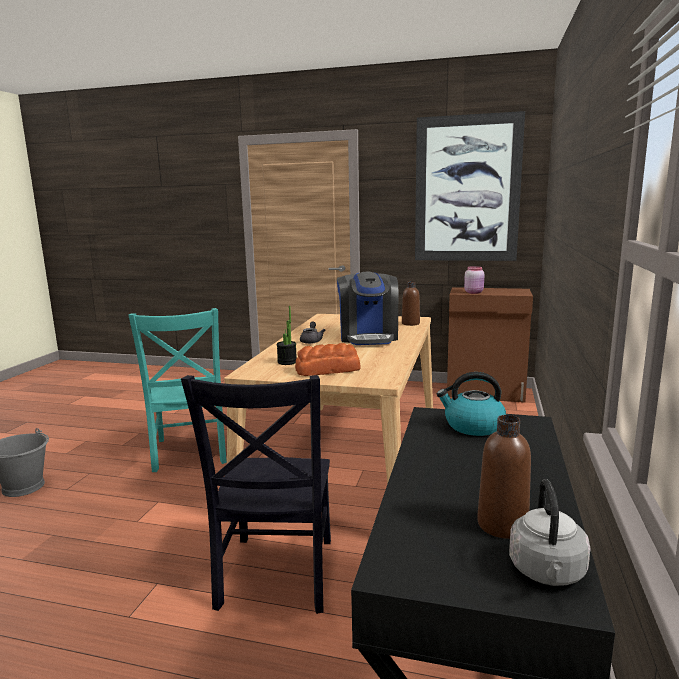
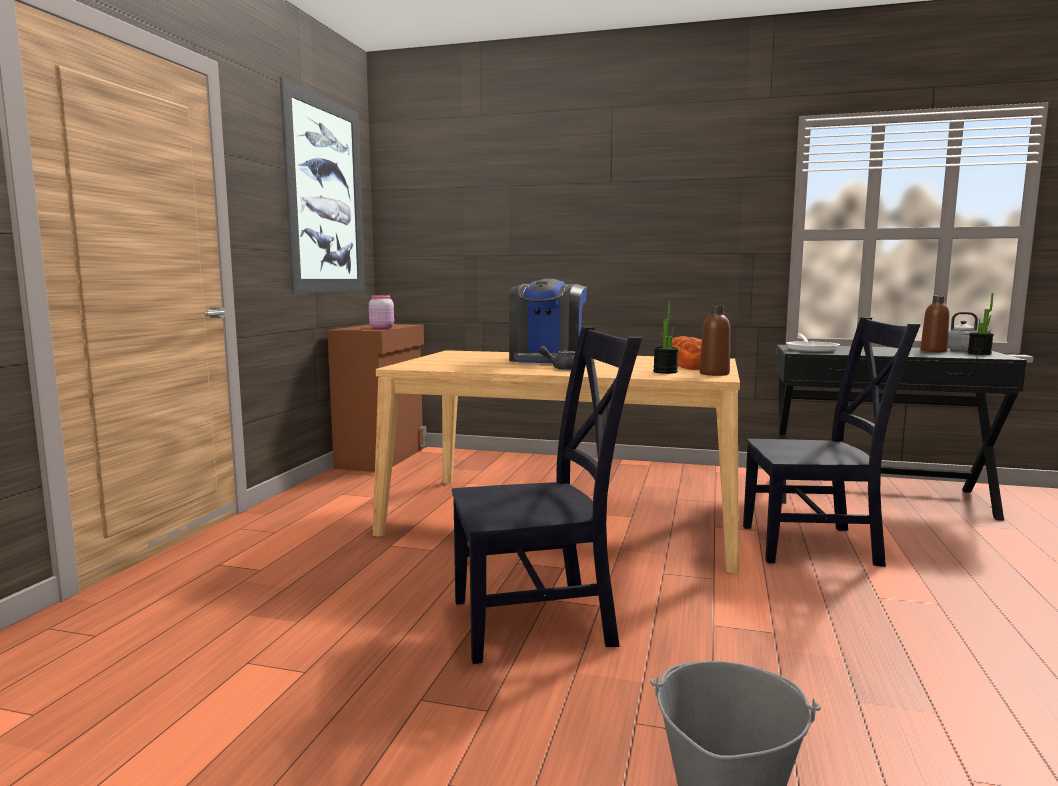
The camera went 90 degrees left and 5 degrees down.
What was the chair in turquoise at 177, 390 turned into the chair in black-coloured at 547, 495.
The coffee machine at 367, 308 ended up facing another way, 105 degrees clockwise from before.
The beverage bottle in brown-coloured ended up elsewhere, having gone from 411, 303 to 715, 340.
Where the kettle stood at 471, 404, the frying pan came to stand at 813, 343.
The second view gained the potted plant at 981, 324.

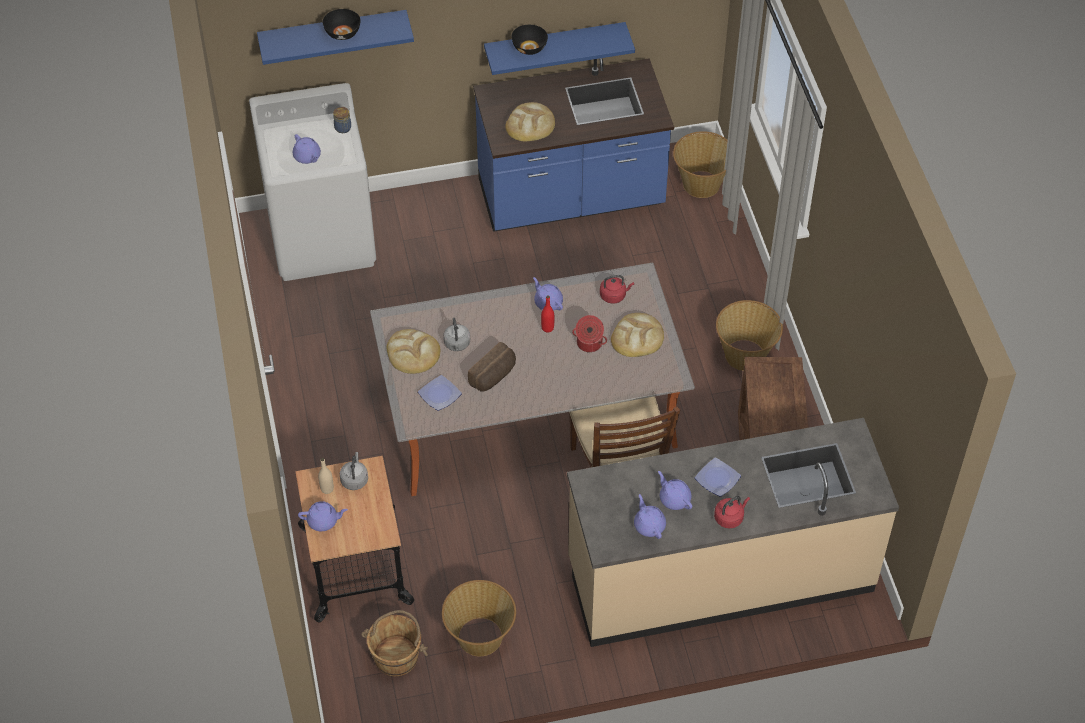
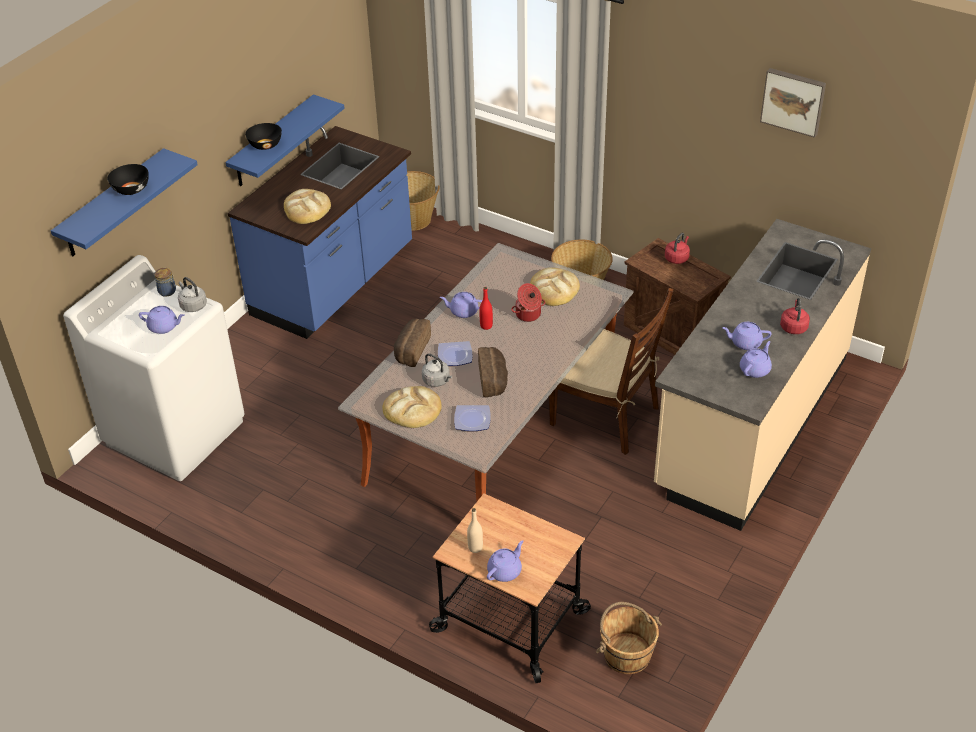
The camera went 45 degrees left and 10 degrees down.
The kettle in greyish ended up elsewhere, having gone from 354, 471 to 192, 294.
The second view gained the baked bread at 412, 343.
The flat dish ended up elsewhere, having gone from 718, 477 to 455, 353.
The kettle in red ended up elsewhere, having gone from 617, 289 to 677, 248.
The pot for tea in purplish at 650, 516 ended up facing another way, 105 degrees clockwise from before.
The second view gained the wall picture at 793, 103.
The second view lost the basket at 479, 618.

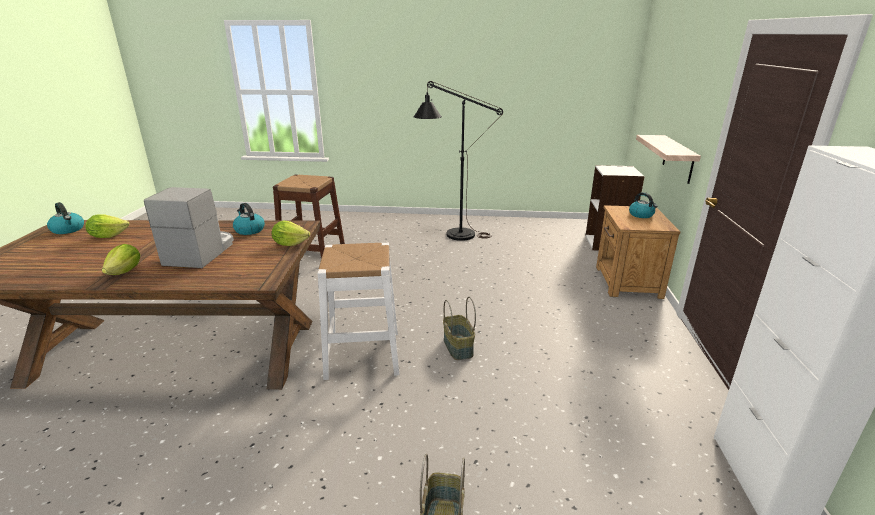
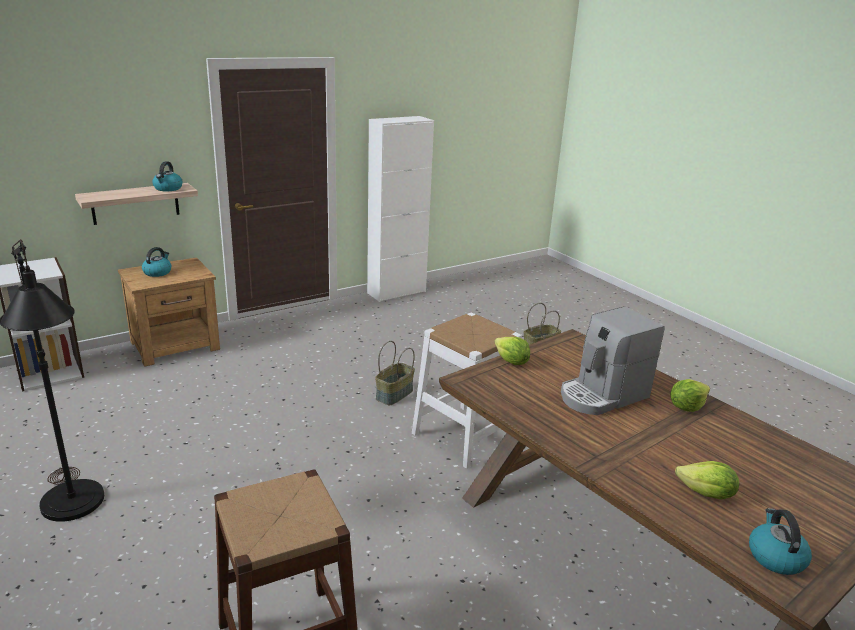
The camera went 130 degrees left and 0 degrees up.
The kettle ended up elsewhere, having gone from 249, 219 to 167, 176.

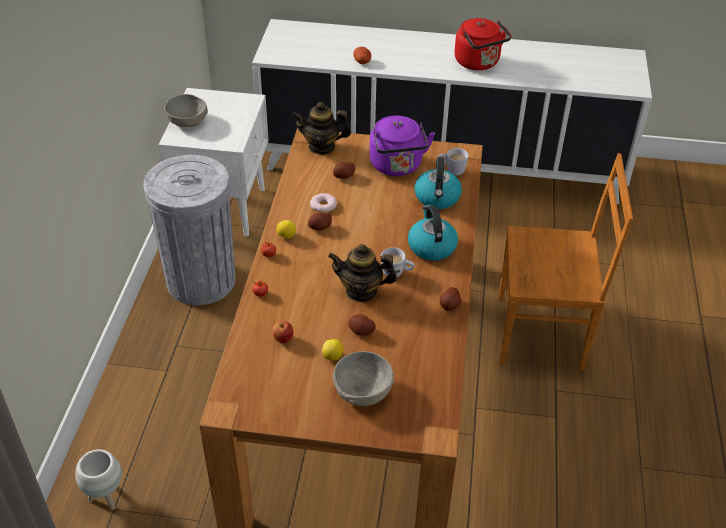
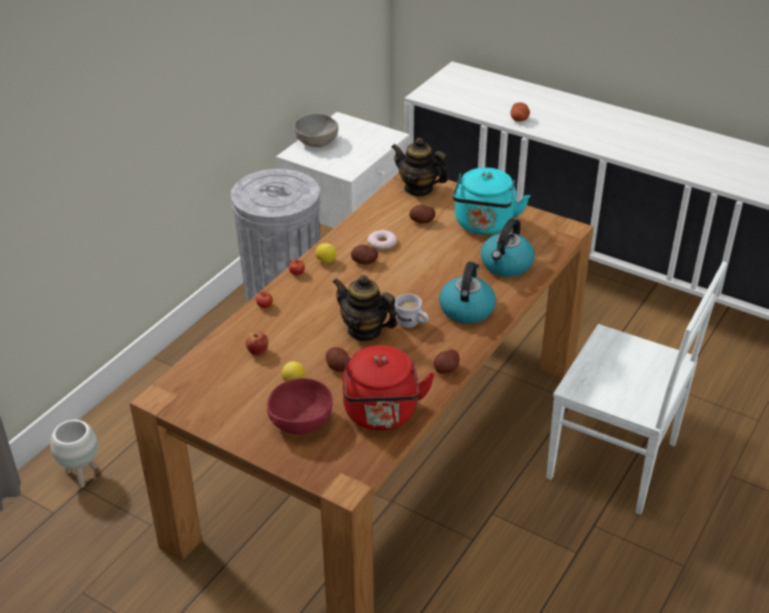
The camera went 25 degrees right and 5 degrees down.
What was the deep dish in greyish at 363, 378 turned into the deep dish in red at 300, 406.
The kettle in red ended up elsewhere, having gone from 483, 44 to 389, 388.
What was the kettle in purplish at 402, 145 turned into the kettle in turquoise at 491, 201.
What was the chair in brown-coloured at 566, 261 turned into the chair in white at 636, 388.
The second view lost the mug in white at 453, 161.

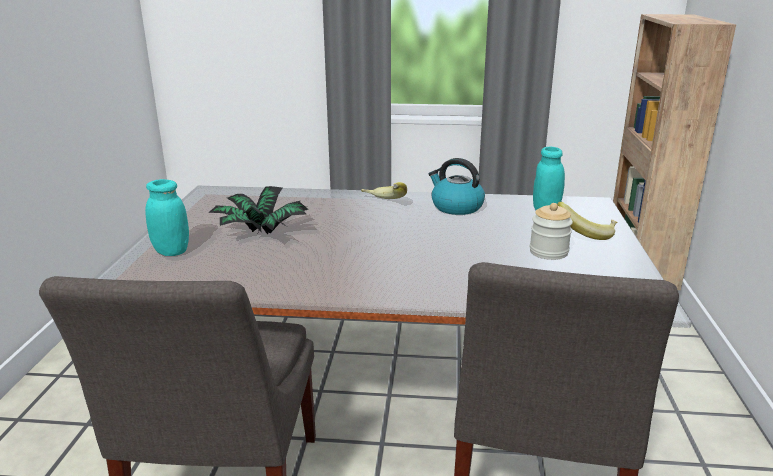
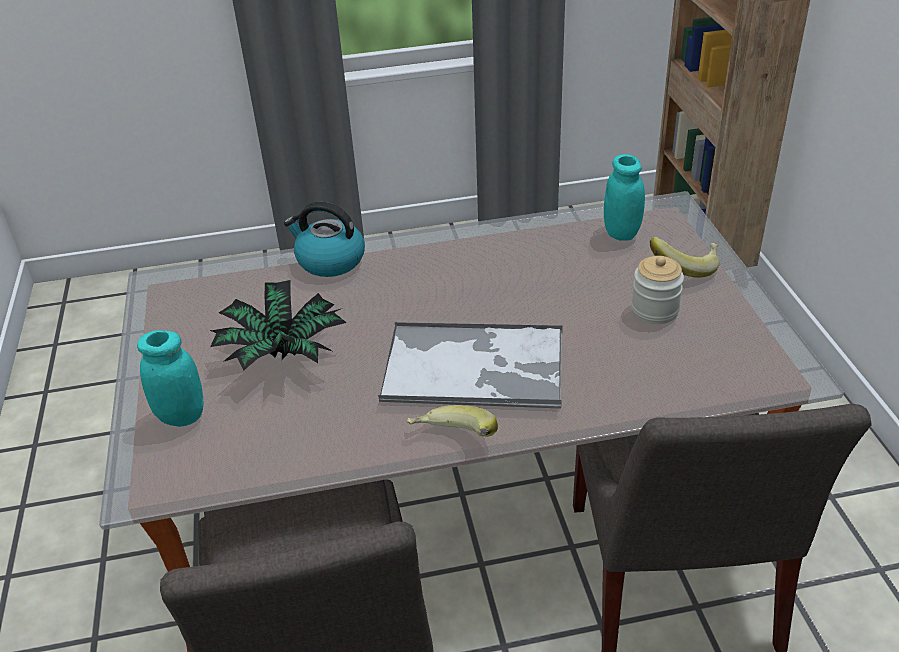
The camera went 15 degrees left and 15 degrees up.
The kettle ended up elsewhere, having gone from 456, 186 to 324, 239.
The second view gained the tray at 470, 365.
The whole banana ended up elsewhere, having gone from 384, 190 to 452, 421.

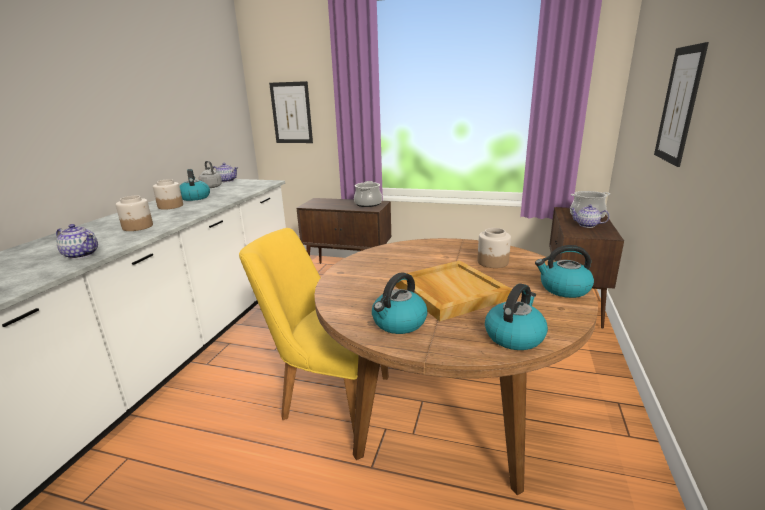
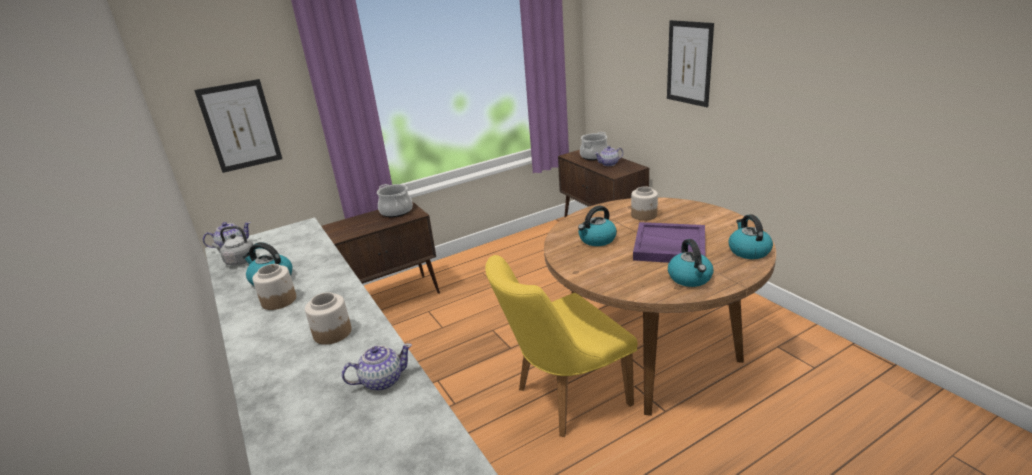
The camera went 45 degrees left and 5 degrees up.
The kettle ended up elsewhere, having gone from 564, 271 to 597, 226.
What was the tray in beige-coloured at 453, 290 turned into the tray in purplish at 669, 242.

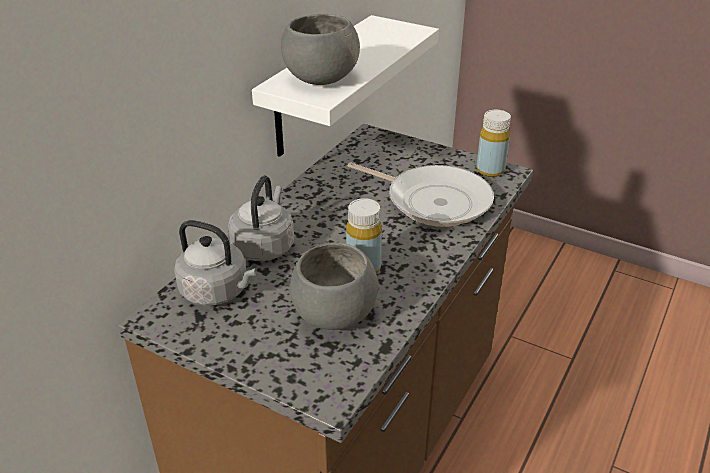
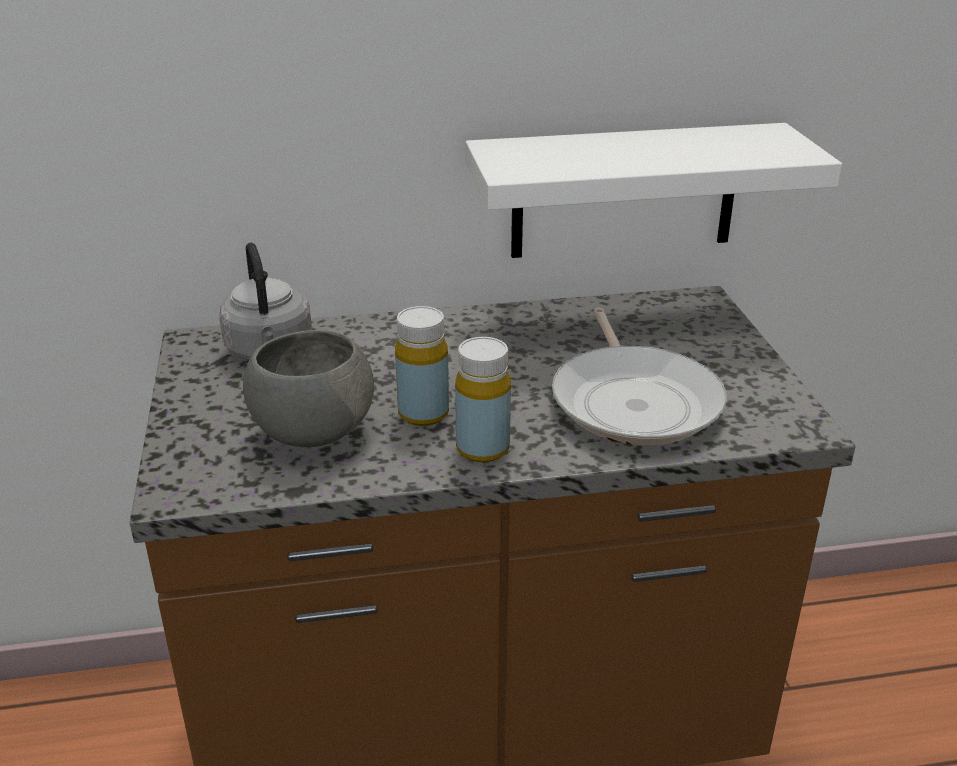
The camera went 50 degrees right and 5 degrees down.
The beverage bottle in yellowish ended up elsewhere, having gone from 493, 143 to 483, 399.
The second view lost the kettle in greyish at 261, 218.
The second view lost the deep dish in greyish at 320, 49.

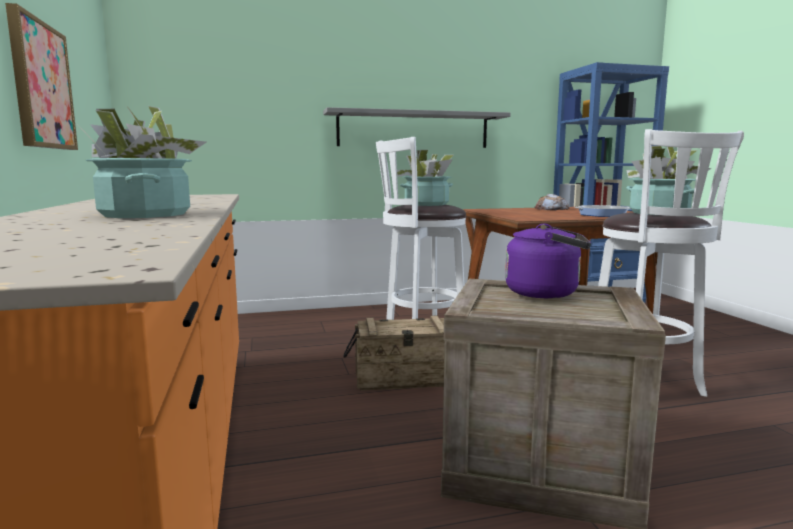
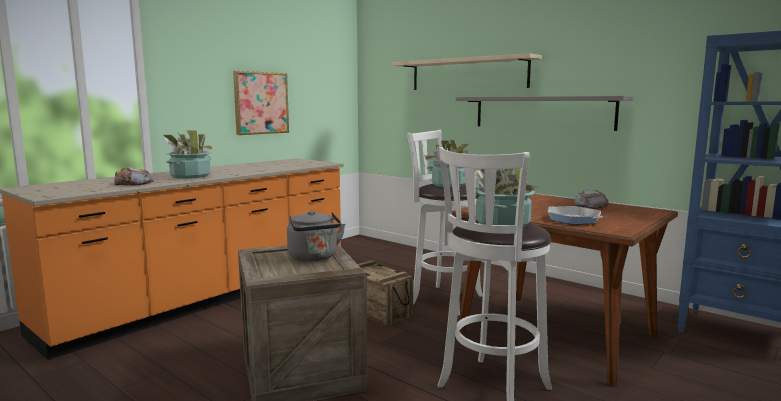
The camera went 55 degrees right and 0 degrees up.
The second view gained the baked bread at 134, 176.
What was the kettle in purplish at 548, 261 turned into the kettle in greyish at 316, 236.
The second view gained the shelf in beige-coloured at 467, 71.

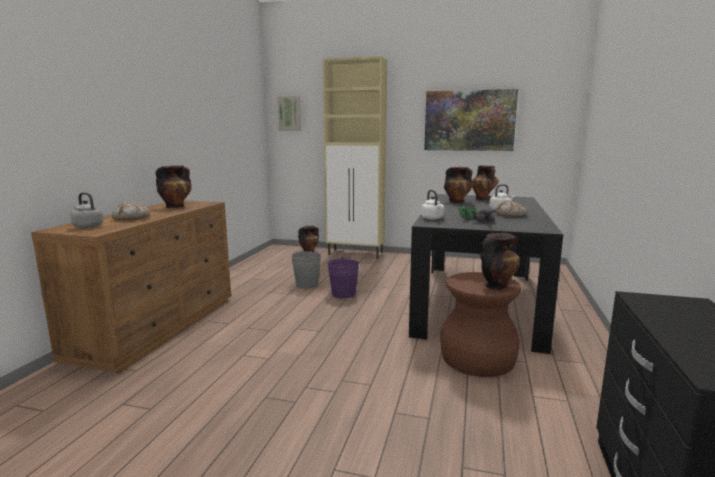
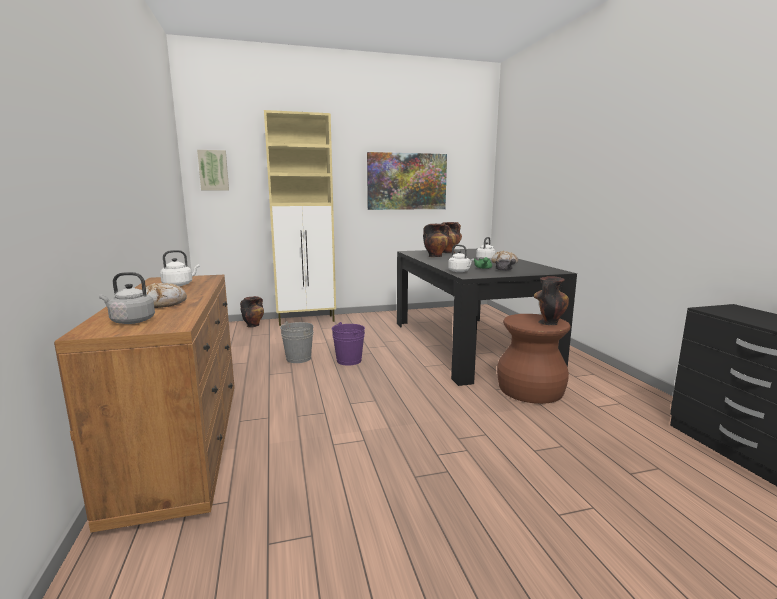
The camera went 30 degrees left and 0 degrees up.
Where the decorative vase stood at 174, 186, the kettle in white came to stand at 180, 268.

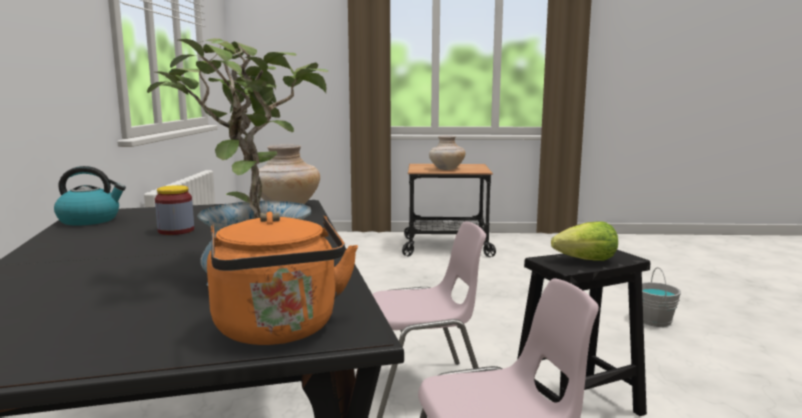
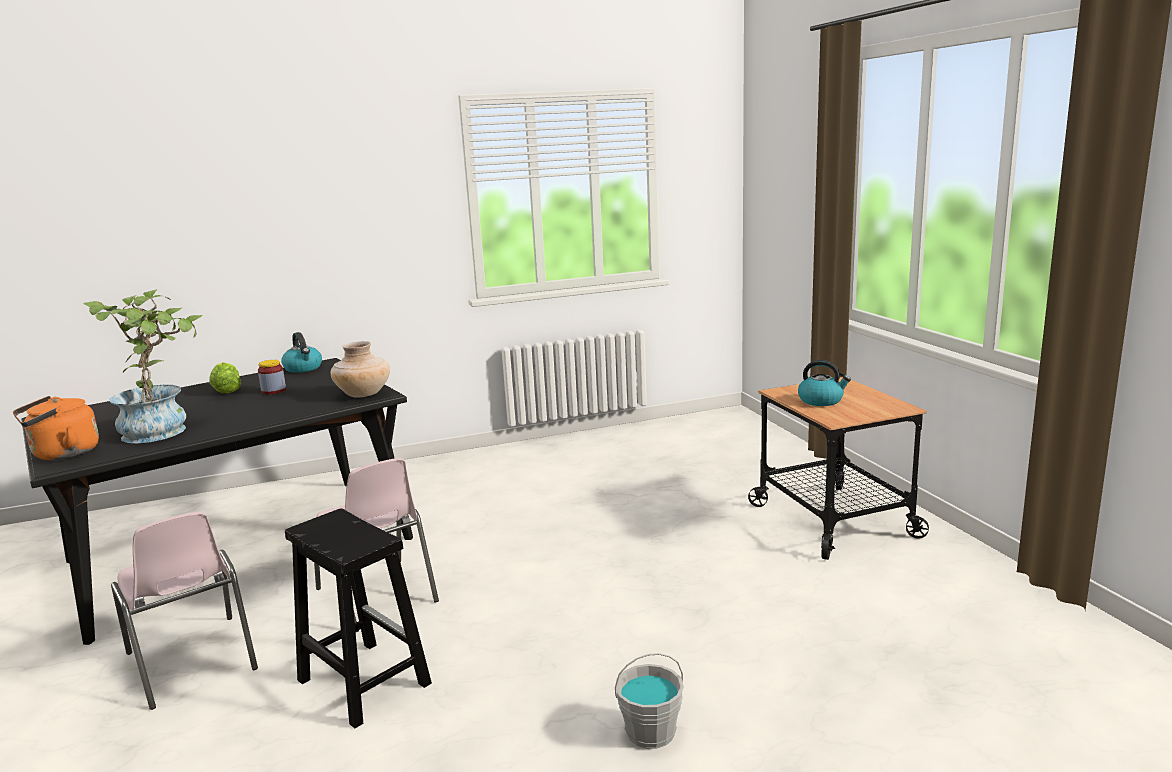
The camera went 70 degrees right and 5 degrees up.
The head of lettuce ended up elsewhere, having gone from 584, 241 to 225, 377.
Where the decorative vase in beige-coloured stood at 447, 153, the kettle came to stand at 824, 383.

